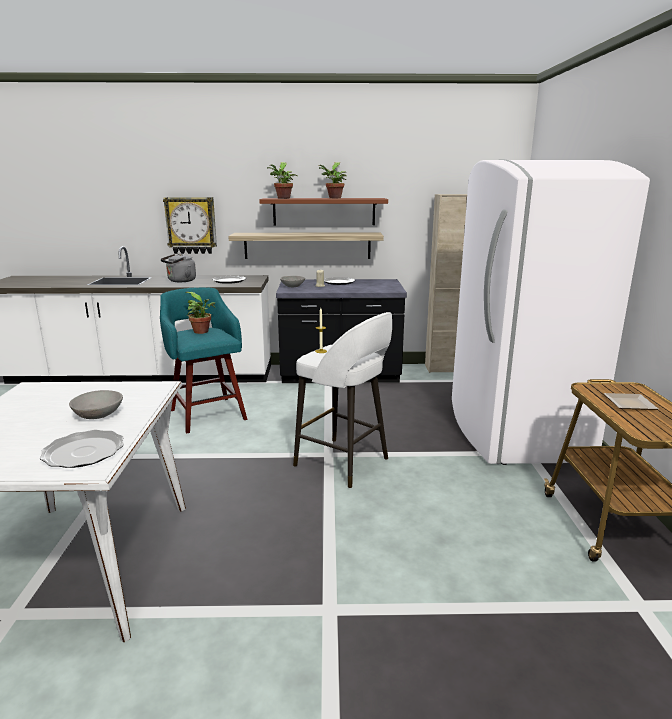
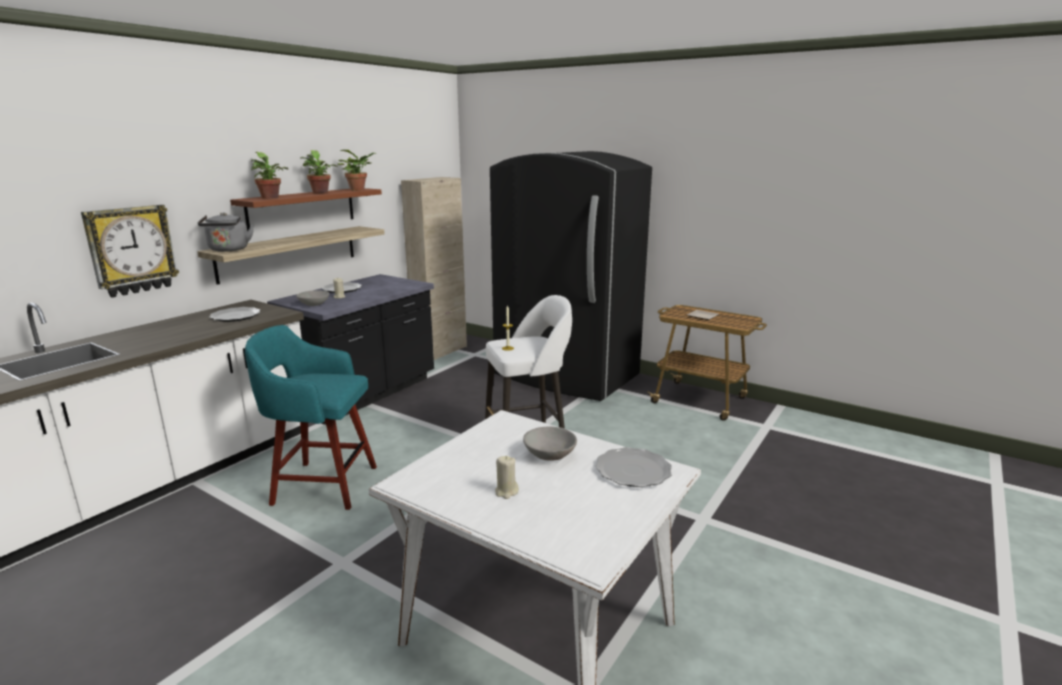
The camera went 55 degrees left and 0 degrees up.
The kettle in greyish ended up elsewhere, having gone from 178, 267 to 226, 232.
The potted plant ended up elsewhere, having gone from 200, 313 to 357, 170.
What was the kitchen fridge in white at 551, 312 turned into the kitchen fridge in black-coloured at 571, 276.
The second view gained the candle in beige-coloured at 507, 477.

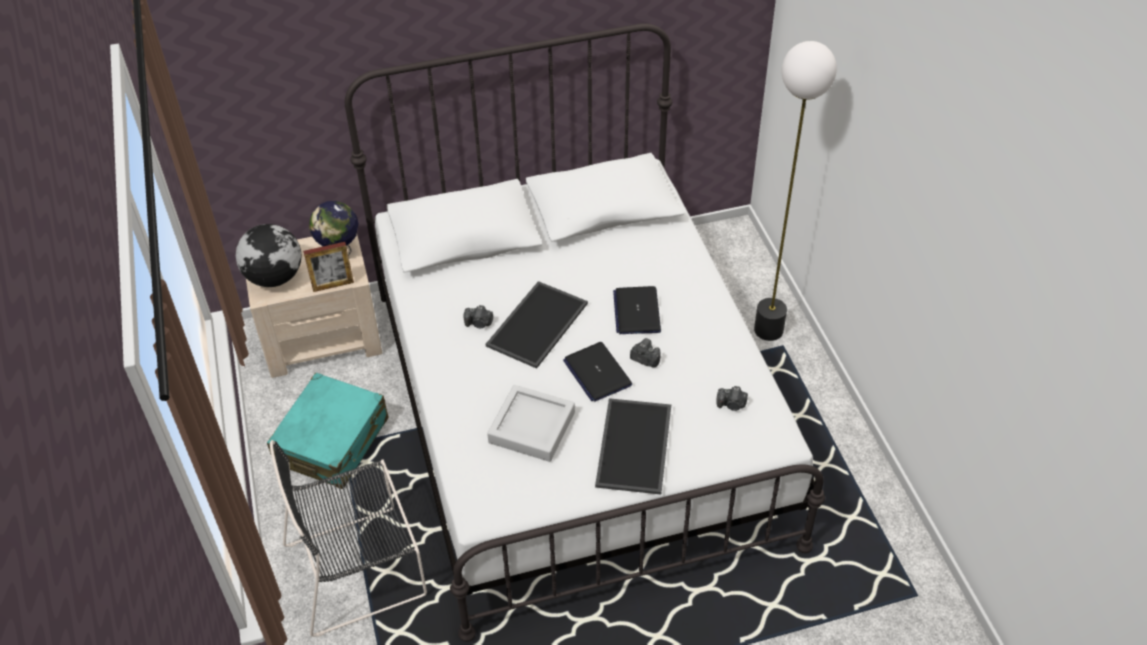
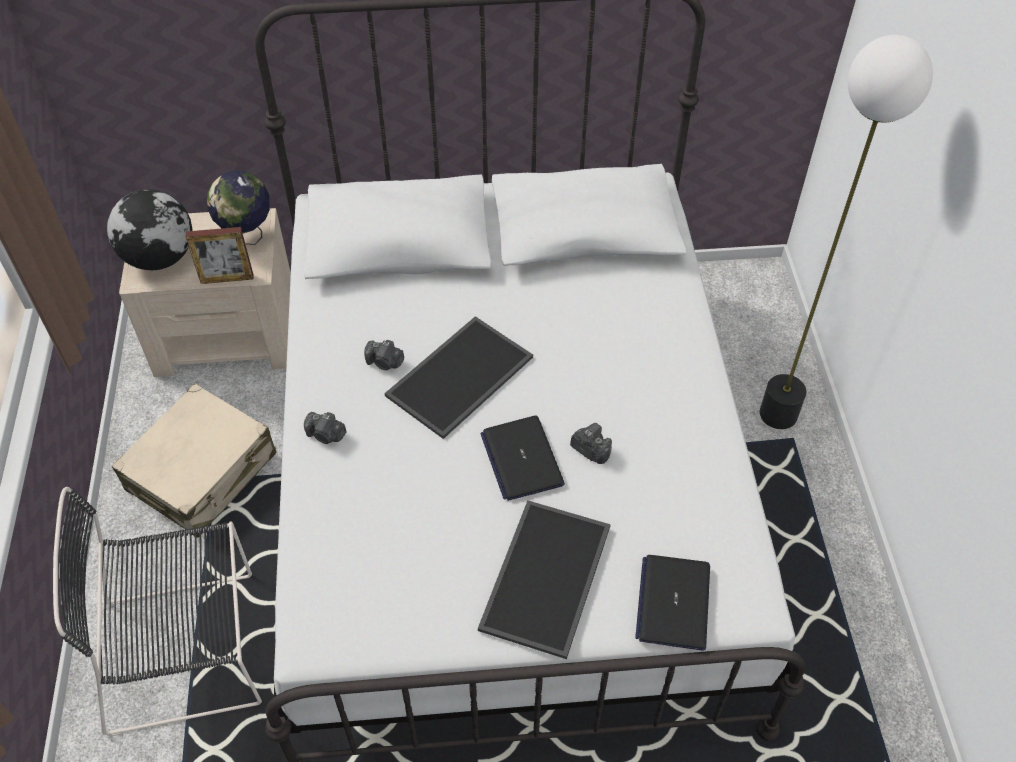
The camera went 10 degrees right and 5 degrees up.
What was the travel case in turquoise at 328, 431 turned into the travel case in beige-coloured at 194, 460.
The photo camera ended up elsewhere, having gone from 732, 398 to 325, 428.
The notebook computer ended up elsewhere, having gone from 637, 310 to 672, 603.
The second view lost the tray in greyish at 531, 423.

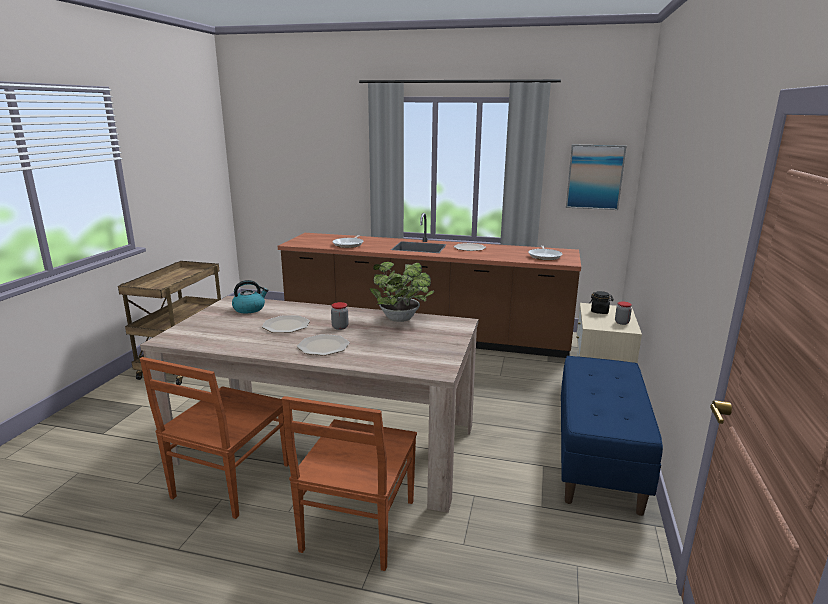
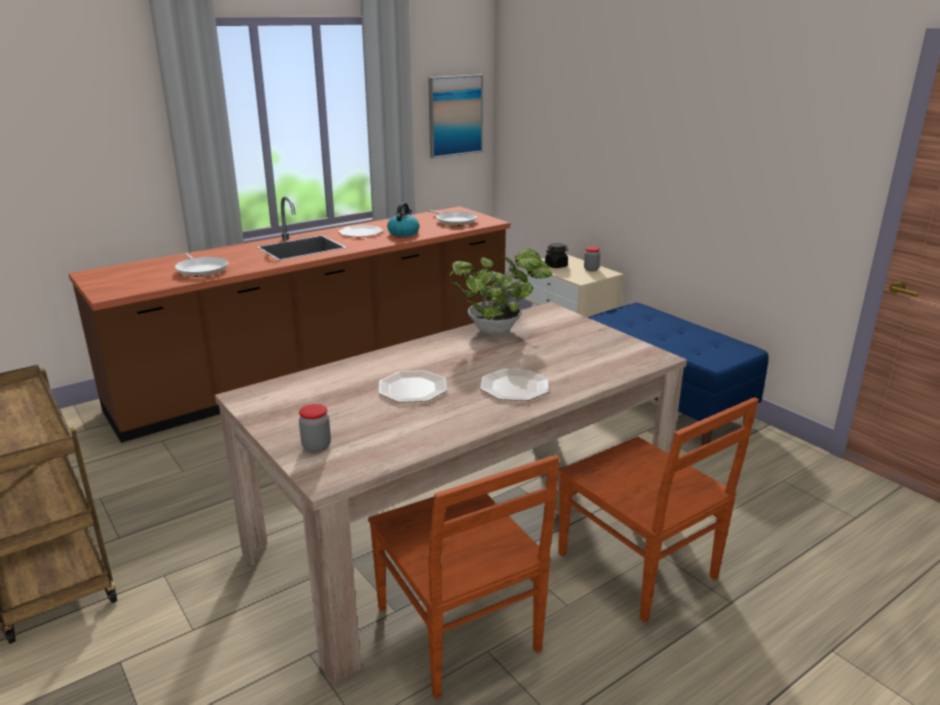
The camera went 50 degrees left and 5 degrees up.
The storage jar ended up elsewhere, having gone from 340, 316 to 315, 428.
The kettle ended up elsewhere, having gone from 250, 296 to 403, 220.

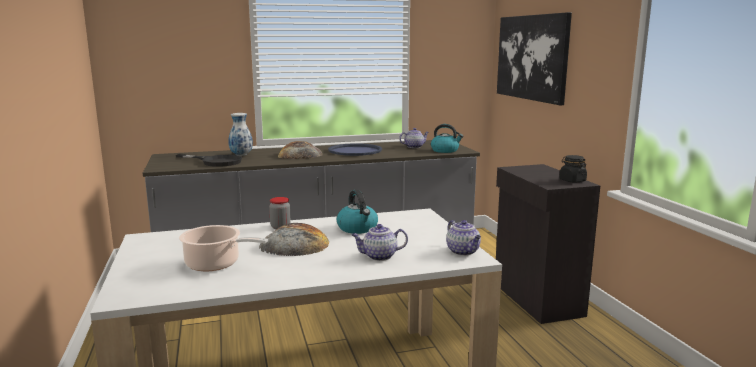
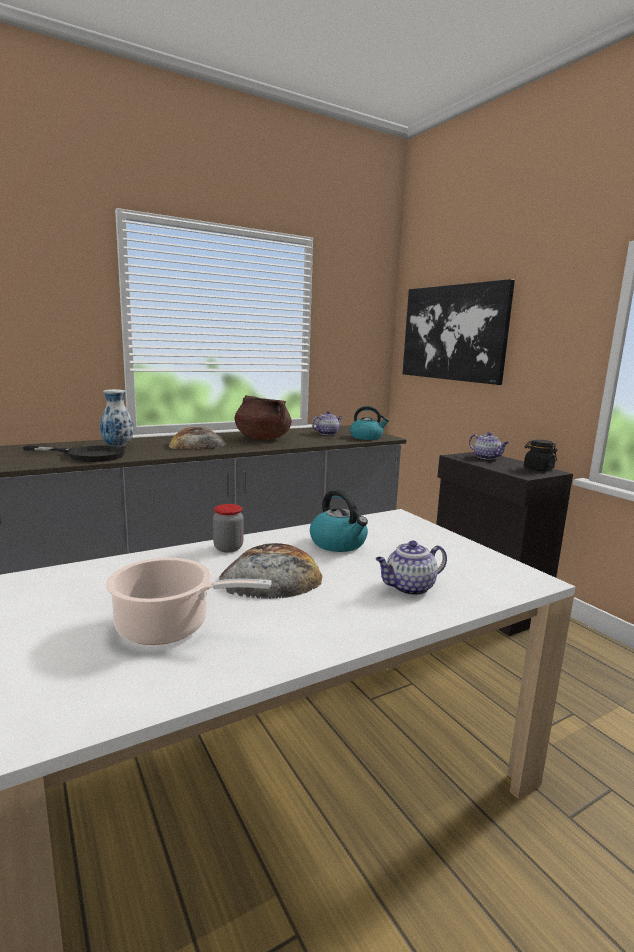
The camera went 15 degrees left and 0 degrees up.
Where the tray in blue-coloured stood at 355, 149, the stockpot in brown-coloured came to stand at 263, 417.
The pot for tea ended up elsewhere, having gone from 463, 238 to 489, 446.

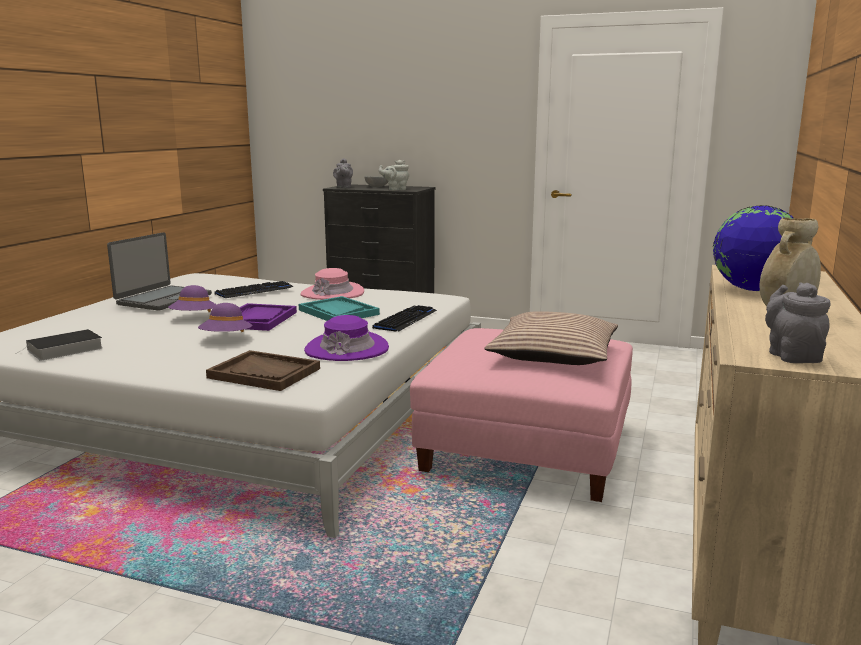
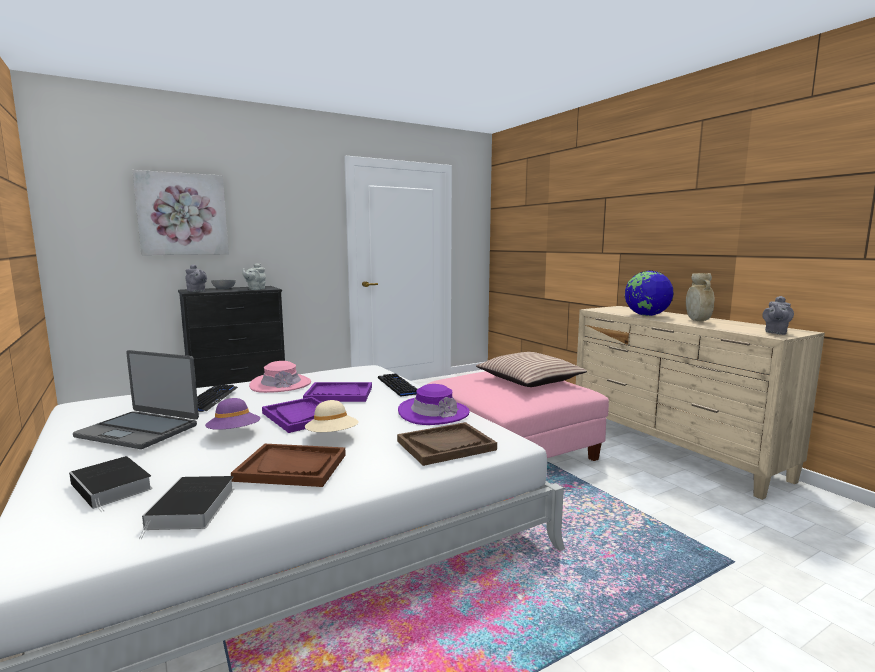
The camera went 50 degrees left and 5 degrees down.
The second view gained the bound book at 111, 484.
The notebook computer at 159, 271 ended up facing another way, 135 degrees clockwise from before.
The second view gained the wall picture at 180, 212.
The second view gained the tray in brown-coloured at 288, 465.
What was the tray in turquoise at 339, 308 turned into the tray in purplish at 337, 392.
What was the hat in purplish at 225, 317 turned into the hat in beige-coloured at 332, 416.
The pot for tea in greyish at 798, 322 ended up facing another way, 90 degrees counterclockwise from before.

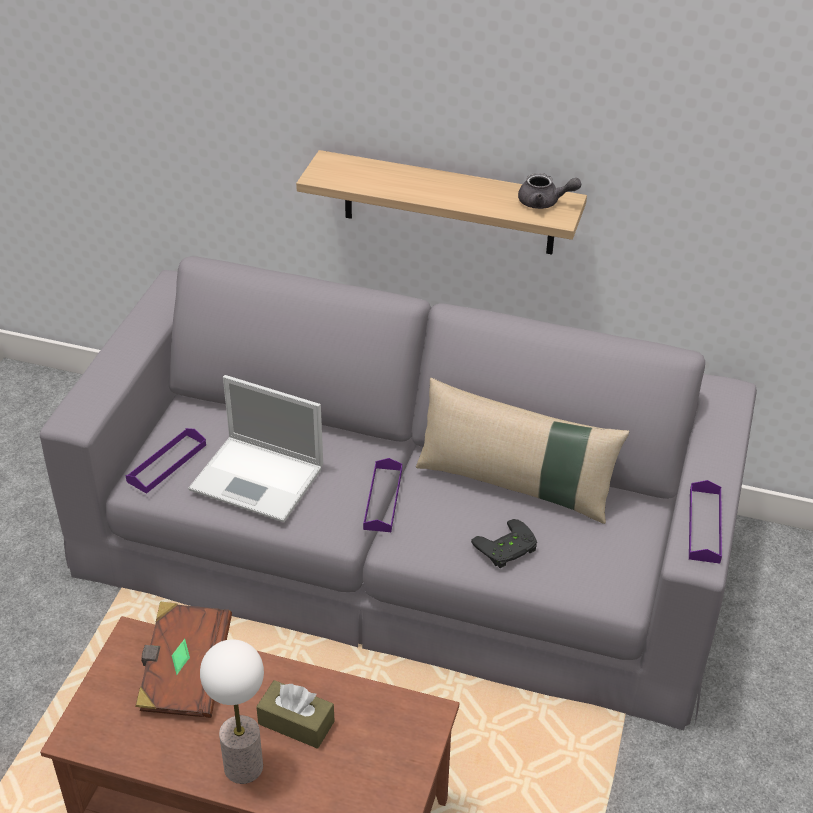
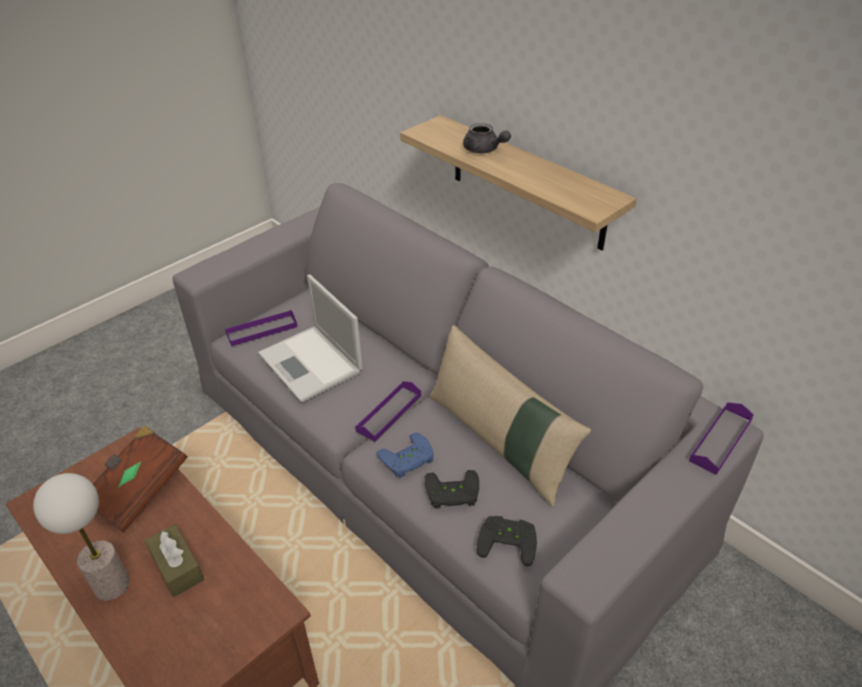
The camera went 30 degrees right and 0 degrees up.
The second view gained the gamepad in blue-coloured at 405, 455.
The pot for tea in greyish ended up elsewhere, having gone from 549, 191 to 487, 138.
The second view gained the gamepad in black-coloured at 507, 541.
The tray in purplish ended up elsewhere, having gone from 705, 522 to 721, 438.

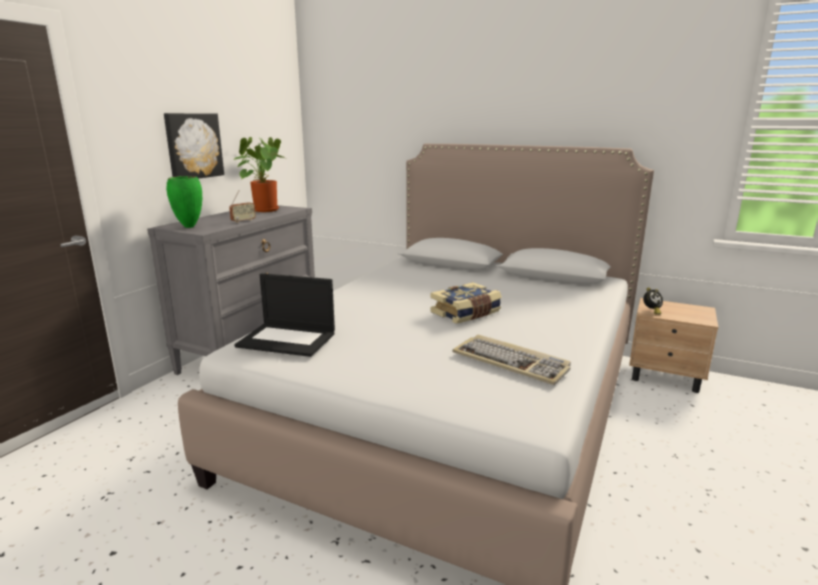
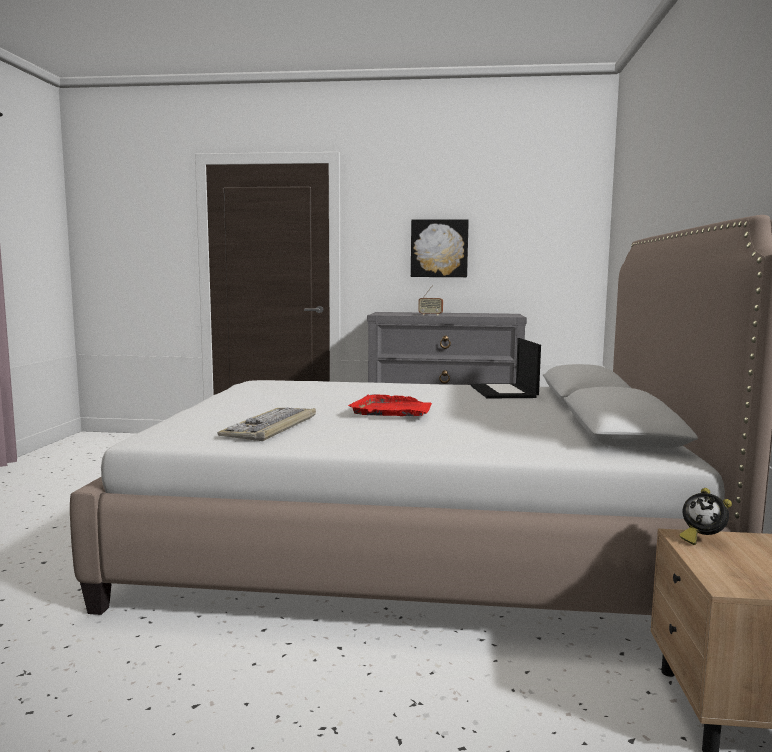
The camera went 70 degrees right and 10 degrees down.
Where the bound book stood at 466, 303, the tray in red came to stand at 390, 405.
The notebook computer ended up elsewhere, having gone from 284, 315 to 506, 368.
The second view lost the decorative vase in green at 184, 202.
The second view lost the potted plant at 261, 174.

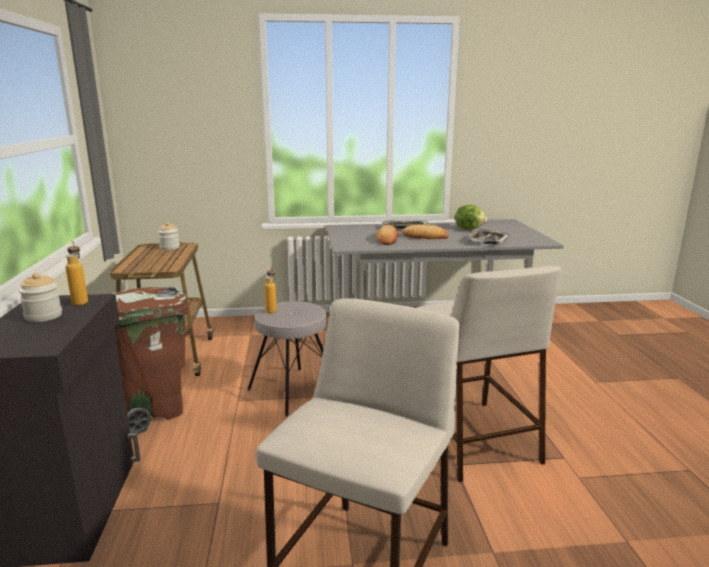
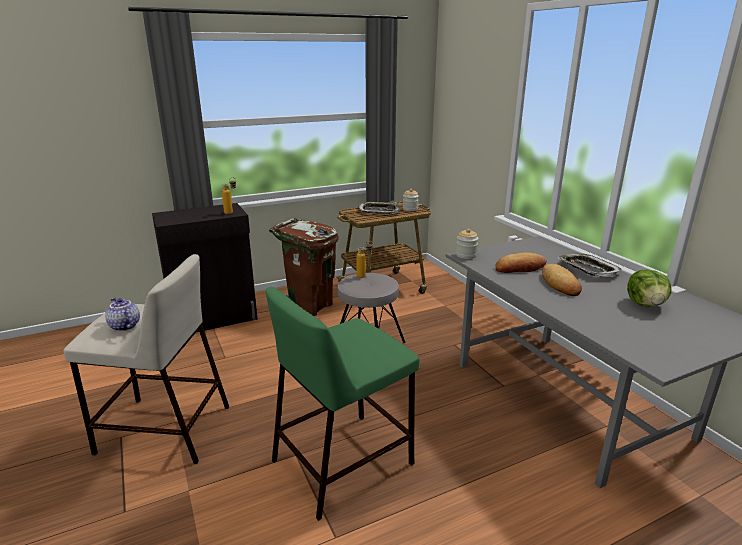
The camera went 70 degrees right and 5 degrees up.
The second view gained the pot for tea at 122, 314.
What was the stool in beige-coloured at 489, 374 turned into the stool in green at 343, 404.
The tray ended up elsewhere, having gone from 488, 237 to 379, 208.
The storage jar ended up elsewhere, having gone from 40, 297 to 467, 244.

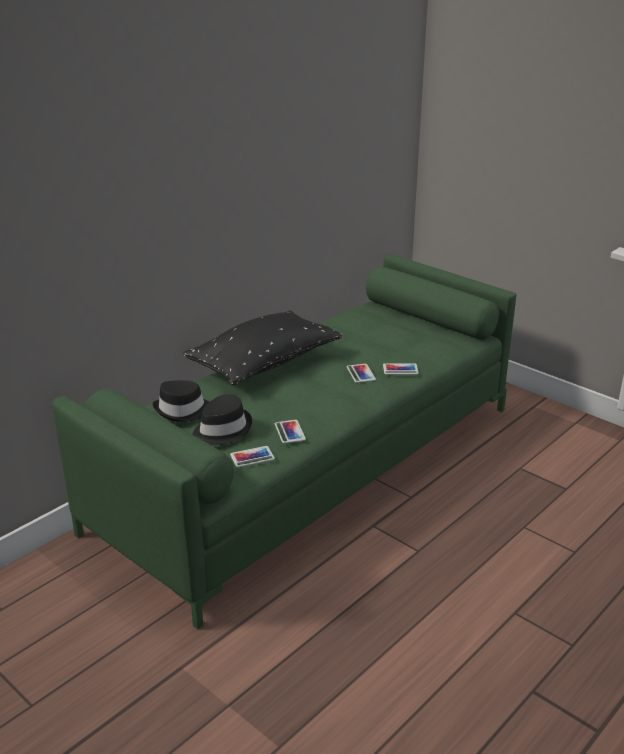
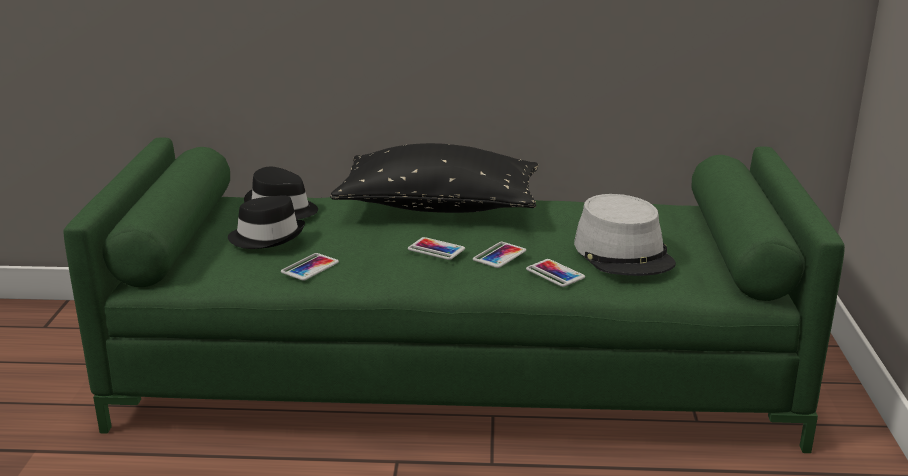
The camera went 50 degrees right and 5 degrees down.
The telephone ended up elsewhere, having gone from 252, 456 to 436, 248.
The second view gained the hat in greyish at 625, 235.

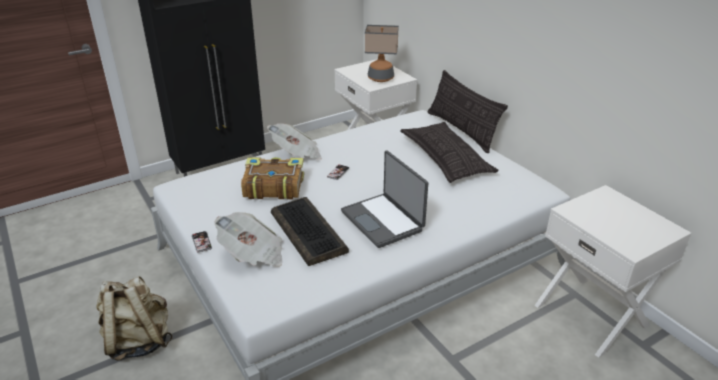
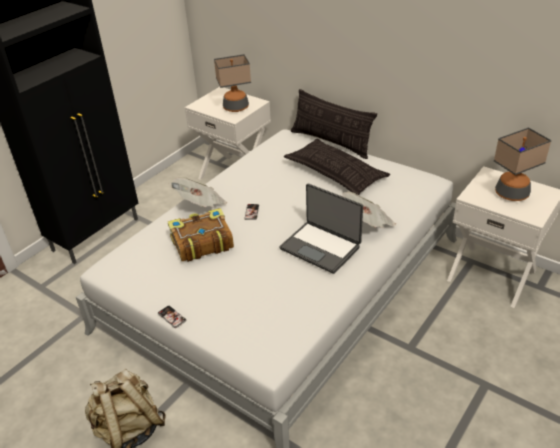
The camera went 20 degrees left and 5 degrees up.
The newspaper ended up elsewhere, having gone from 249, 239 to 369, 210.
The second view gained the table lamp at 523, 164.
The second view lost the keyboard at 310, 231.

